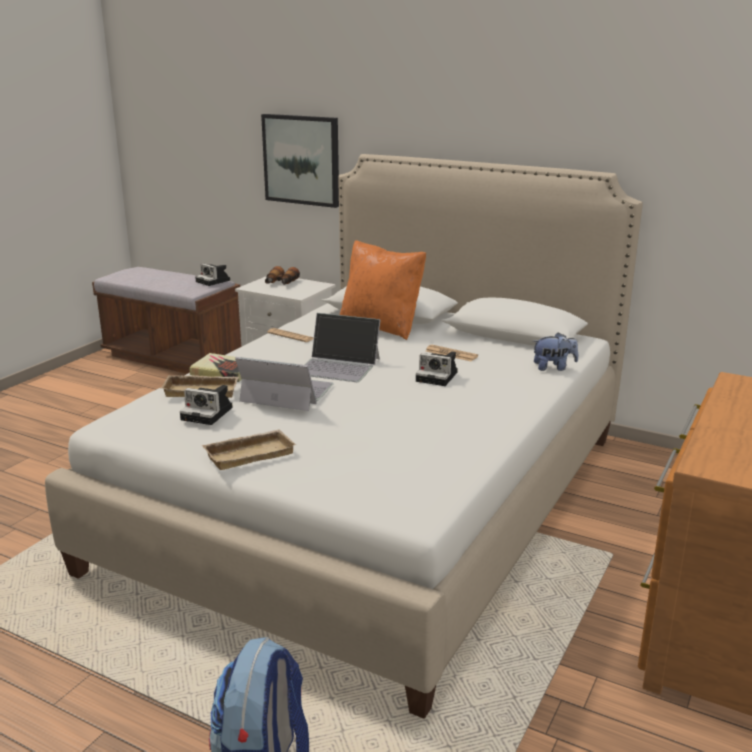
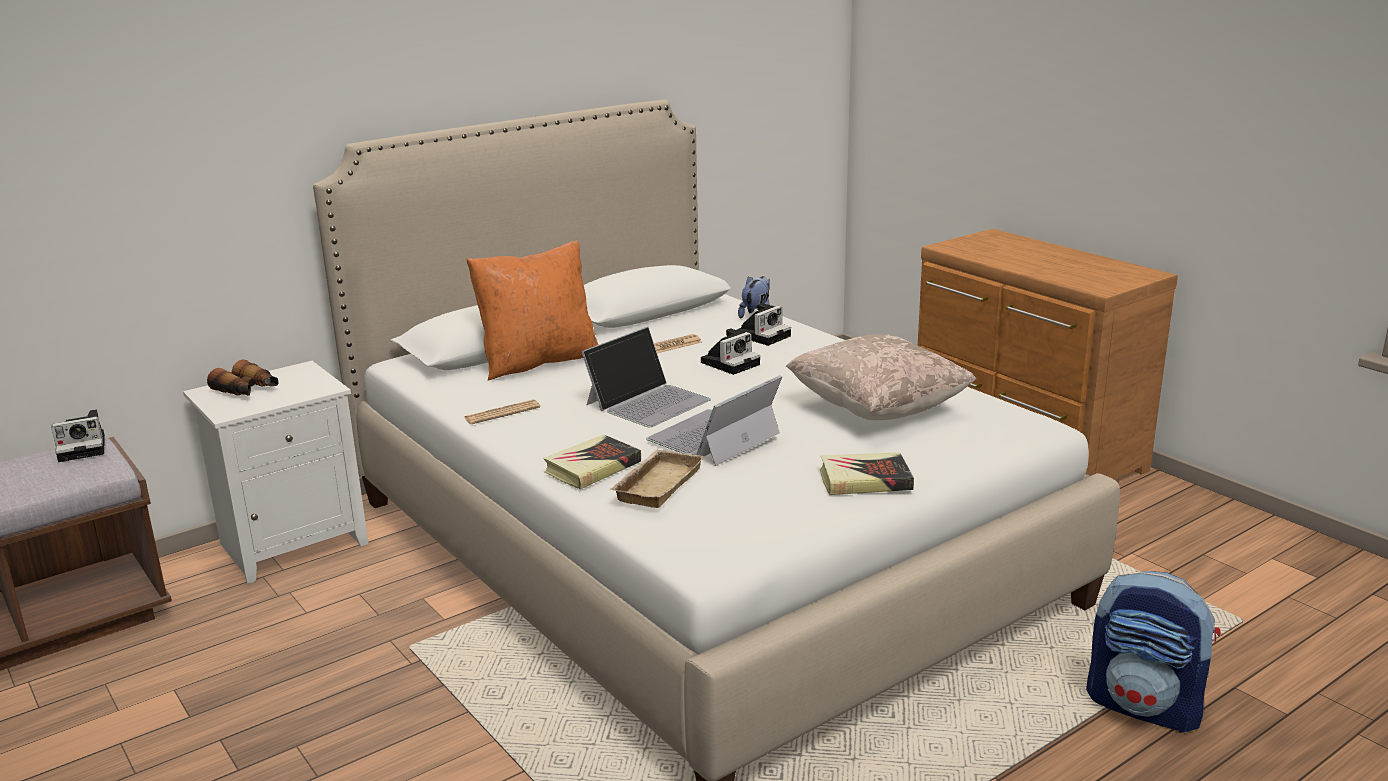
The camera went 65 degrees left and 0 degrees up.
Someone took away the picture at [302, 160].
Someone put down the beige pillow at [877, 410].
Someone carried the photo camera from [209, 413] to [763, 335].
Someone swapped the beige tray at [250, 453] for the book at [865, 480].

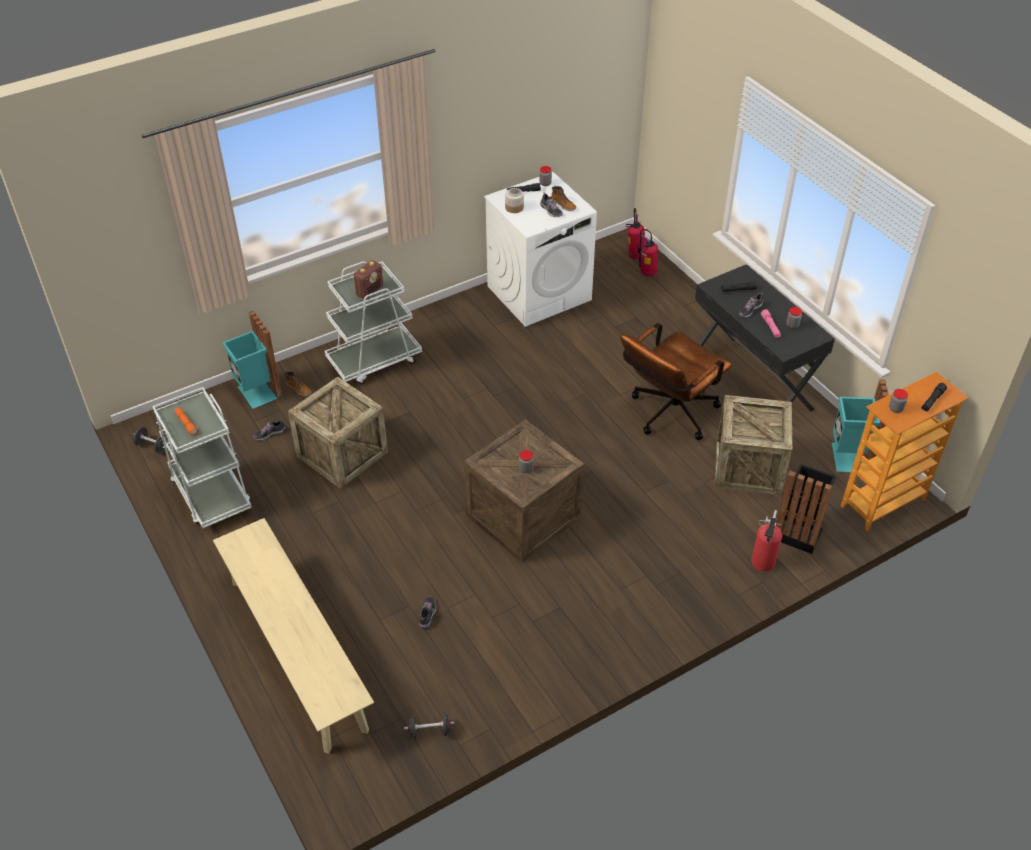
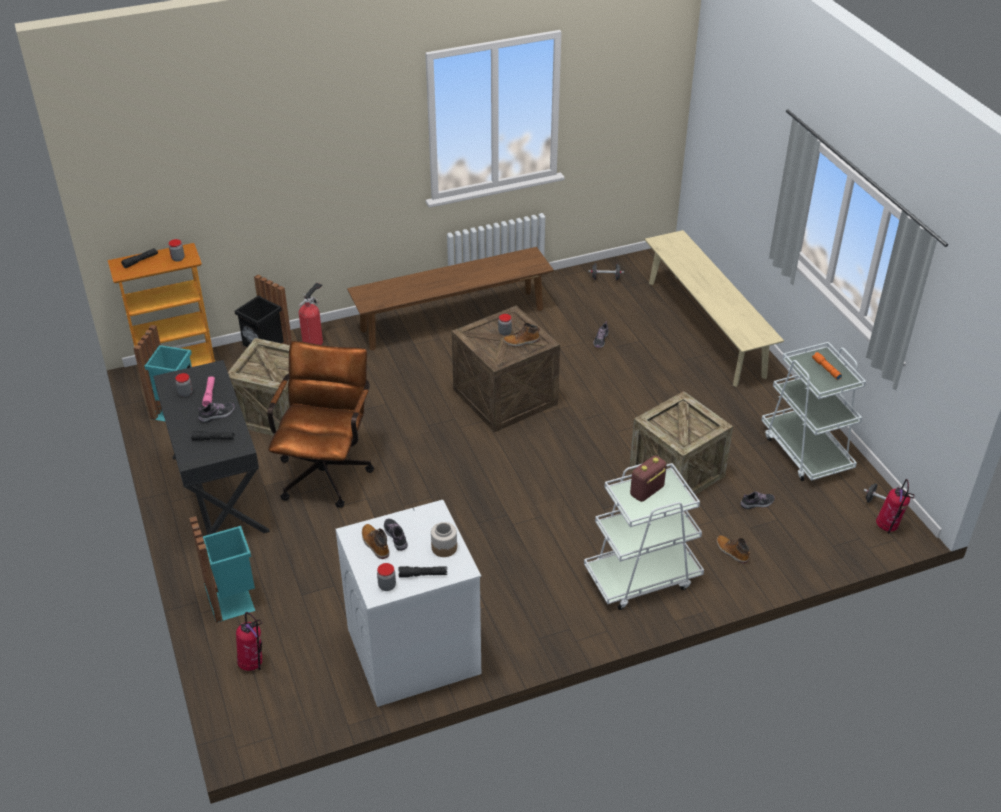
The camera went 170 degrees left and 5 degrees down.
Someone put down the brown bench at [452, 320].
Someone put down the boot at [521, 341].
Someone carried the turquoise trash can from [258, 392] to [233, 599].
Someone carried the fire extinguisher from [635, 256] to [888, 528].
Someone rotated the brown office chair at [668, 415] by 45 degrees counterclockwise.

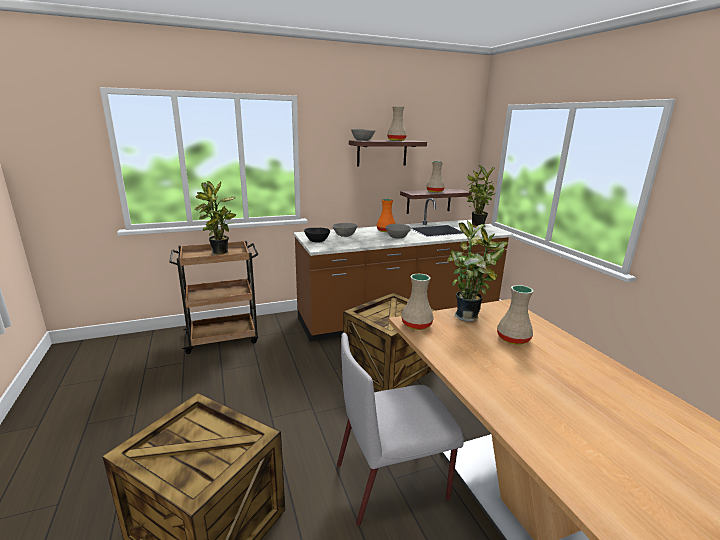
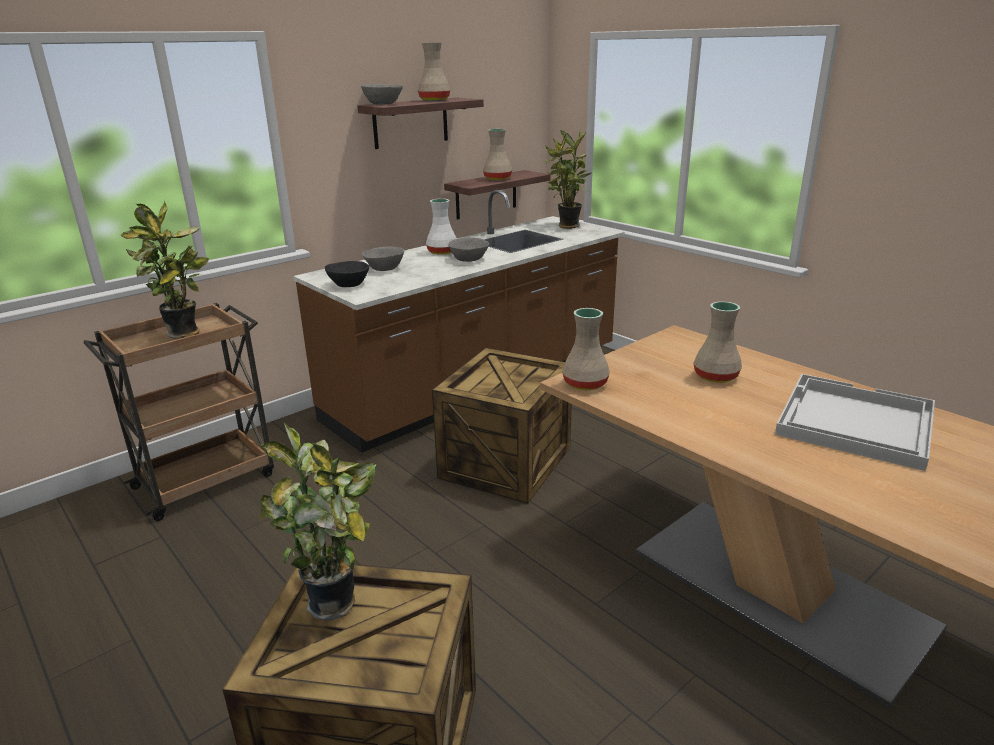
The camera went 20 degrees left and 5 degrees up.
Someone took away the grey chair at [393, 481].
Someone put down the white tray at [853, 422].
Someone carried the potted plant from [469, 317] to [338, 604].
Someone repainted the orange vase at [385, 231], which became the white vase at [441, 252].

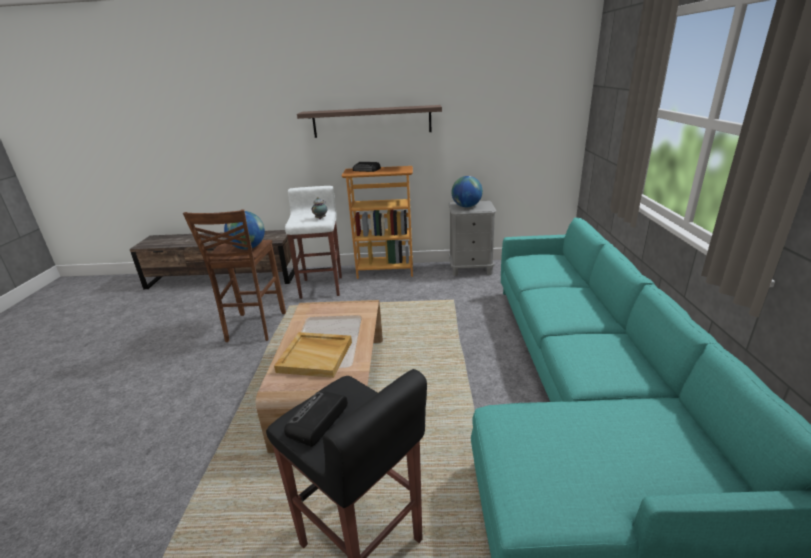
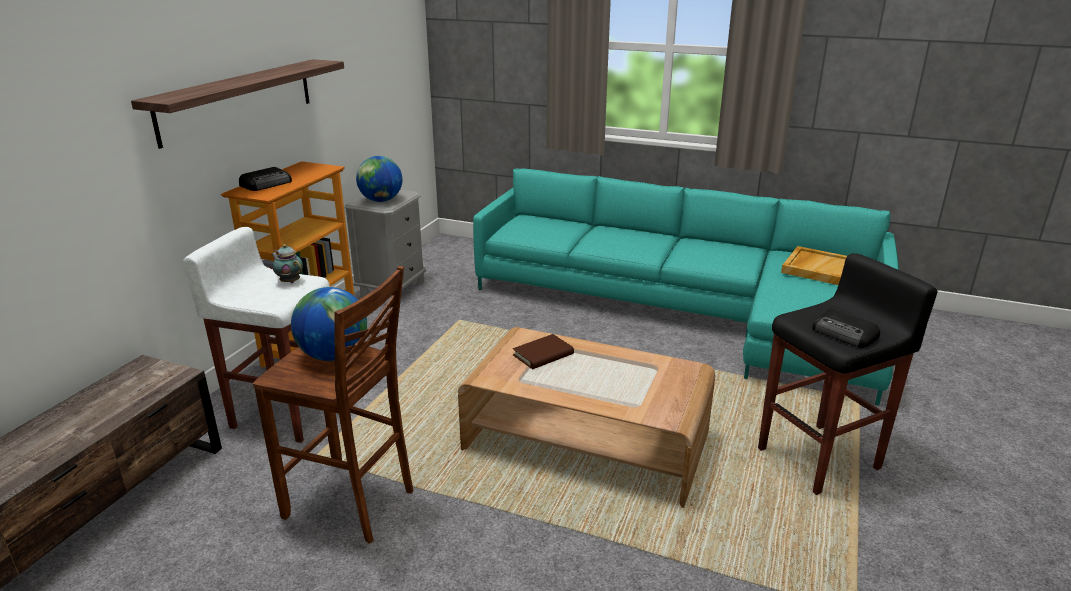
The camera went 70 degrees left and 0 degrees up.
Someone put down the brown book at [543, 355].
Someone carried the beige tray from [316, 356] to [817, 268].

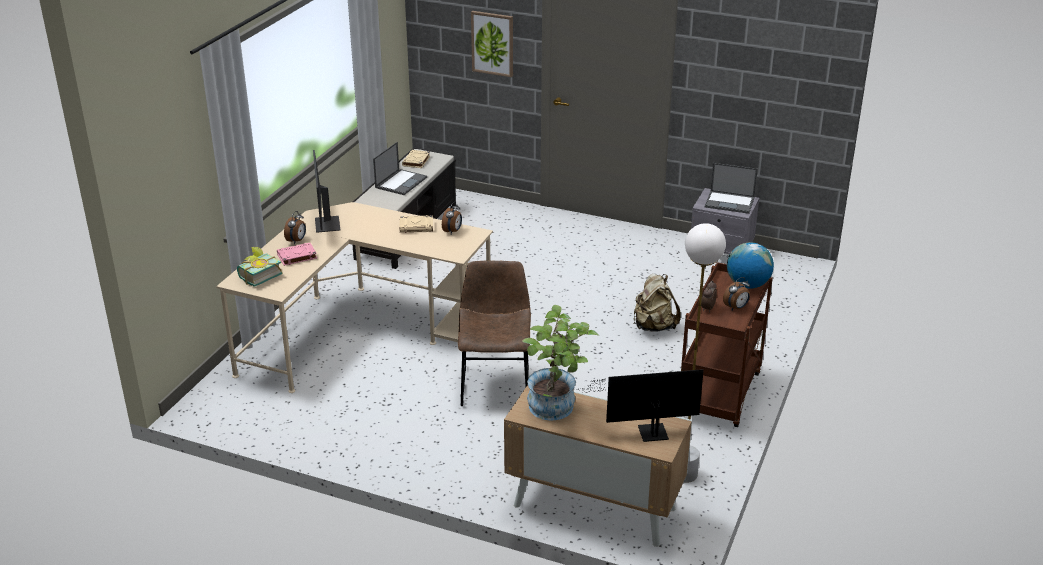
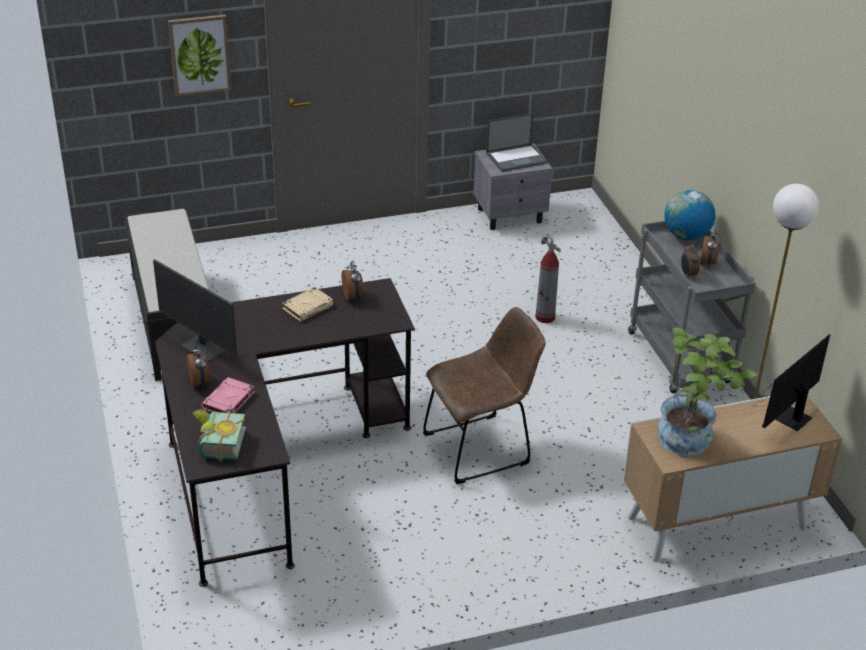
The camera went 40 degrees left and 5 degrees up.
Someone took away the laptop at [401, 182].
Someone took away the beige book at [416, 161].
Someone swapped the beige backpack at [654, 326] for the fire extinguisher at [545, 317].
Someone repainted the beige desk at [358, 330], which became the black desk at [270, 460].
Someone repainted the brown cart at [720, 396], which became the grey cart at [681, 360].
Someone rotated the brown chair at [495, 383] by 105 degrees clockwise.

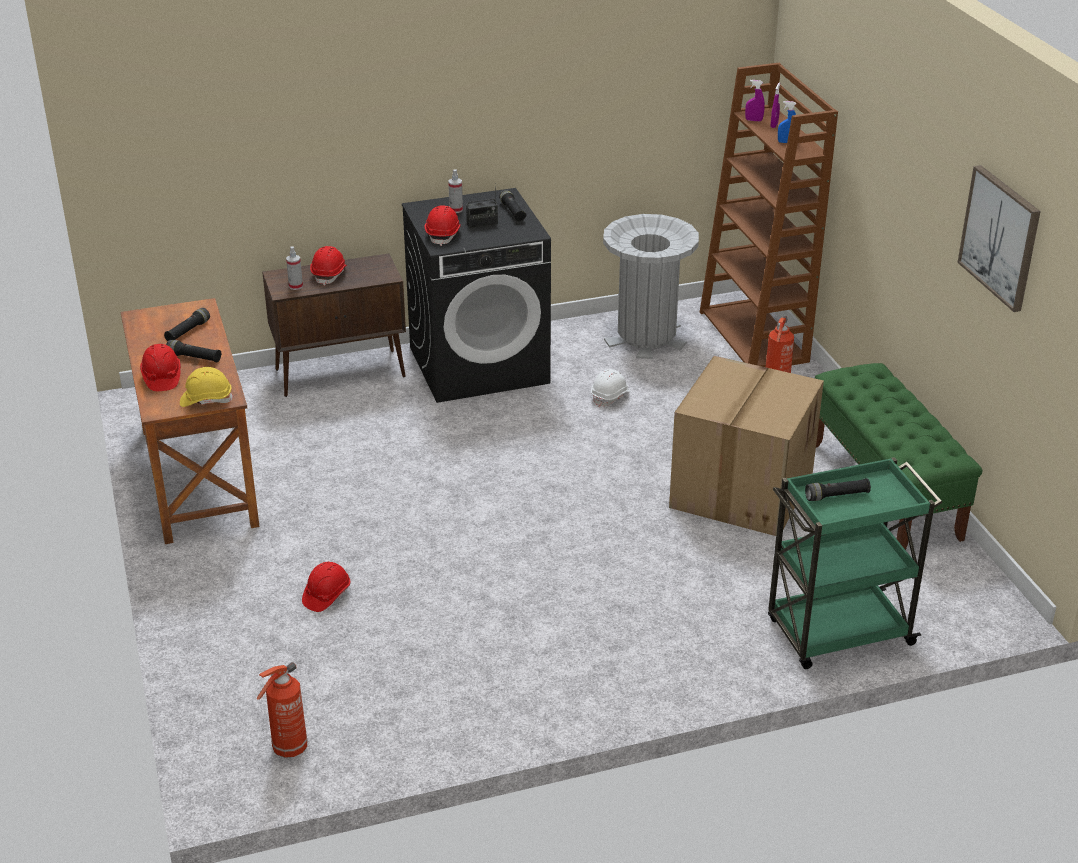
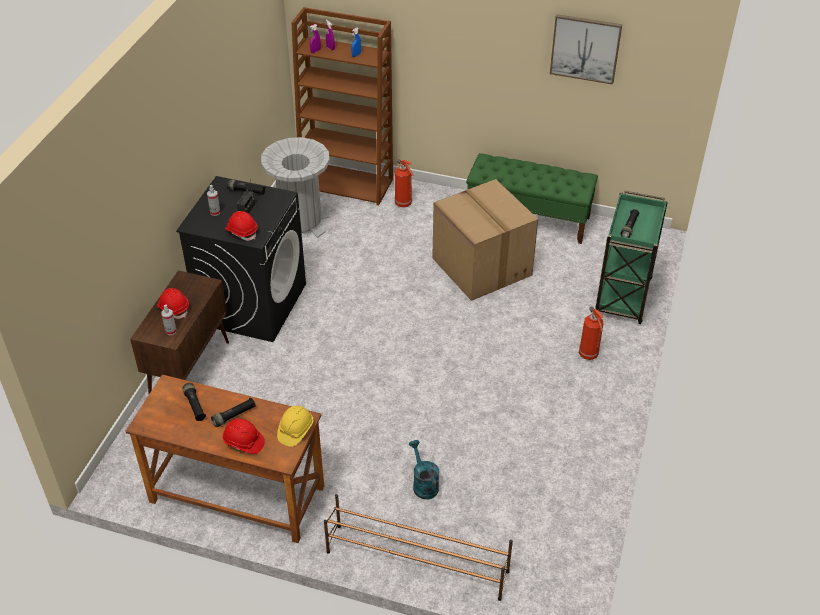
The camera went 55 degrees left and 10 degrees up.
Someone took away the white hard hat at [610, 396].
Someone put down the brown shoe rack at [416, 561].
Someone carried the fire extinguisher from [288, 749] to [589, 355].
Someone swapped the red hard hat at [326, 595] for the turquoise watering can at [423, 484].

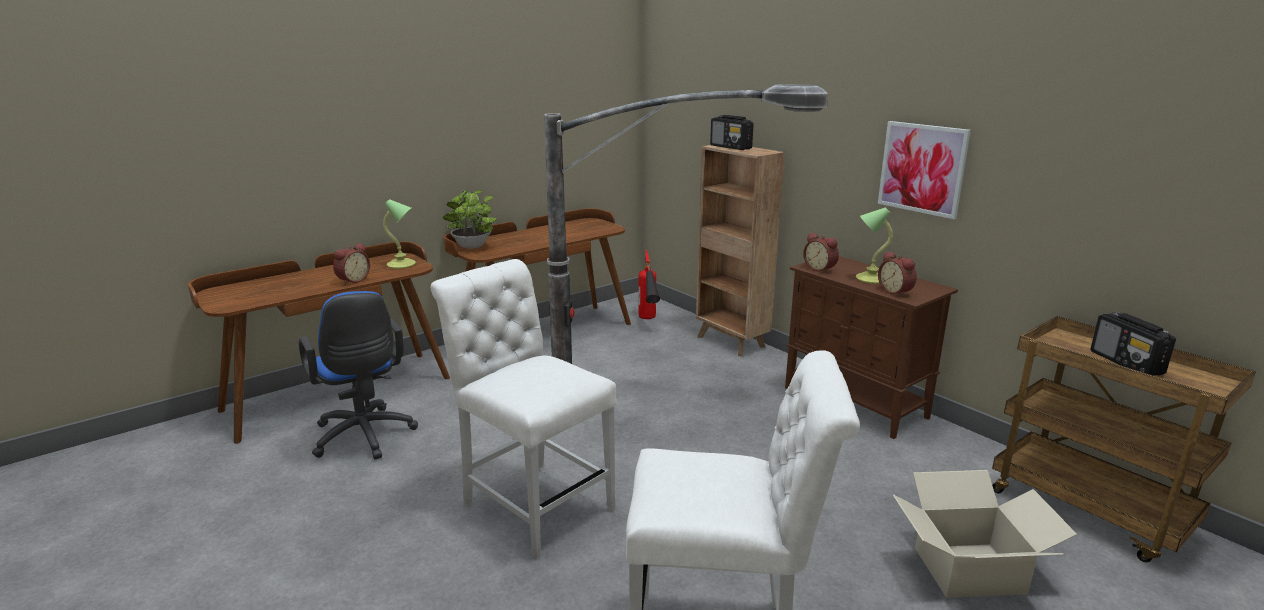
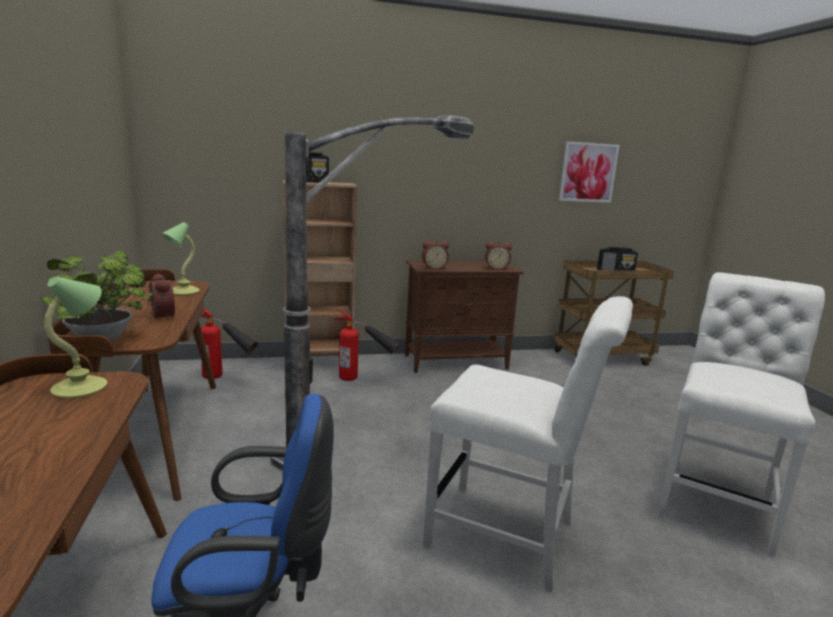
The camera went 65 degrees left and 5 degrees down.
Someone took away the cardboard box at [970, 571].
Someone put down the fire extinguisher at [364, 380].
Someone carried the alarm clock from [352, 280] to [160, 316].
Someone carried the table lamp from [870, 279] to [182, 292].
Someone carried the picture from [922, 168] to [588, 172].
Someone rotated the white chair at [533, 502] by 135 degrees counterclockwise.

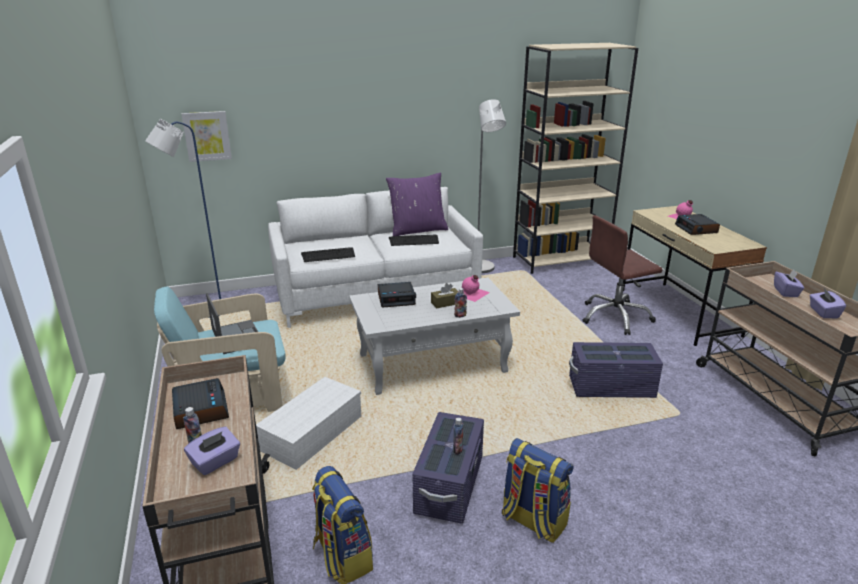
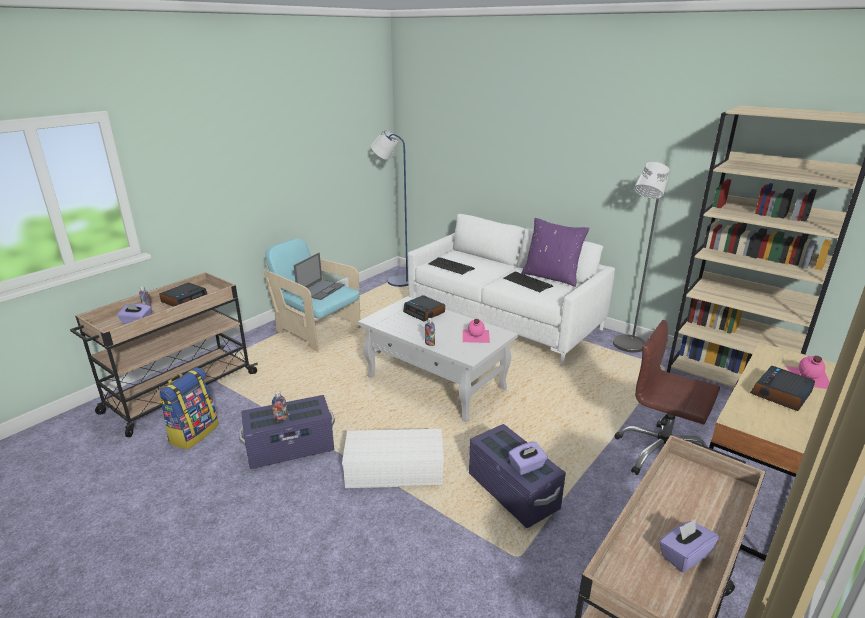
The camera went 55 degrees right and 0 degrees up.
Someone took away the picture at [207, 136].
Someone took away the brown tissue box at [445, 303].
Someone took away the backpack at [532, 521].
Someone carried the white storage box from [312, 432] to [396, 469].
Someone carried the purple tissue box from [786, 292] to [527, 466].

